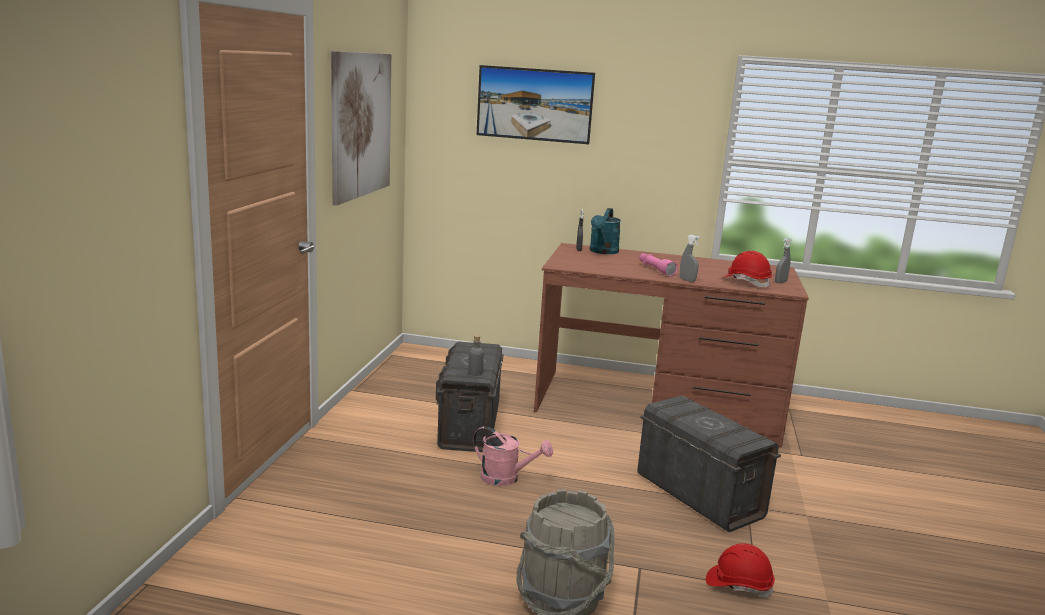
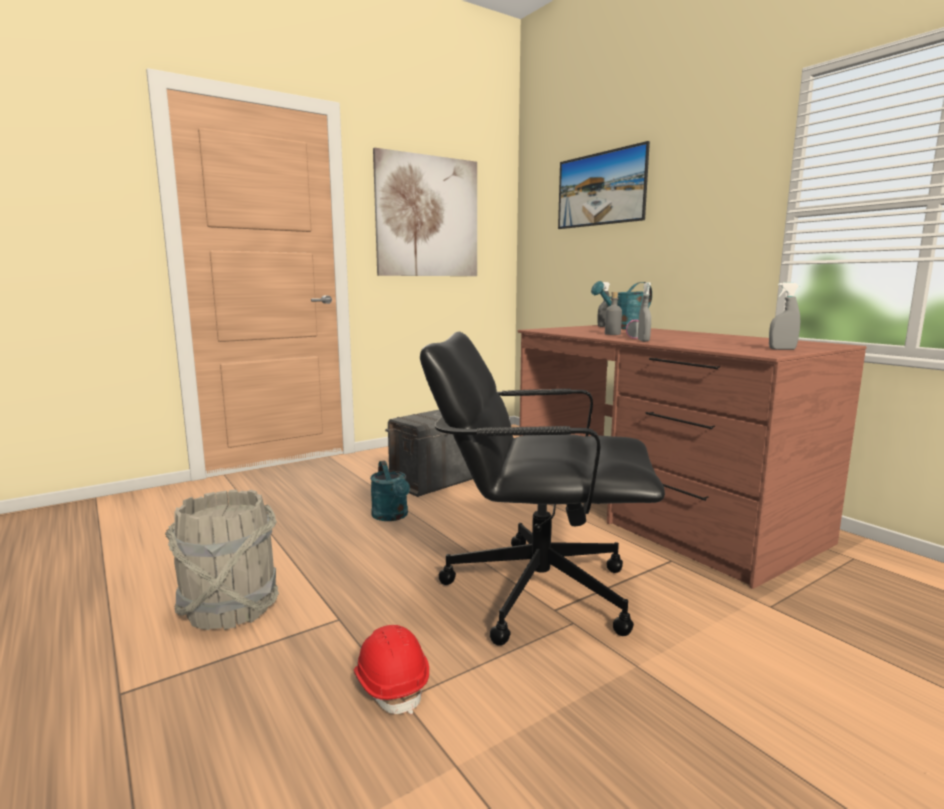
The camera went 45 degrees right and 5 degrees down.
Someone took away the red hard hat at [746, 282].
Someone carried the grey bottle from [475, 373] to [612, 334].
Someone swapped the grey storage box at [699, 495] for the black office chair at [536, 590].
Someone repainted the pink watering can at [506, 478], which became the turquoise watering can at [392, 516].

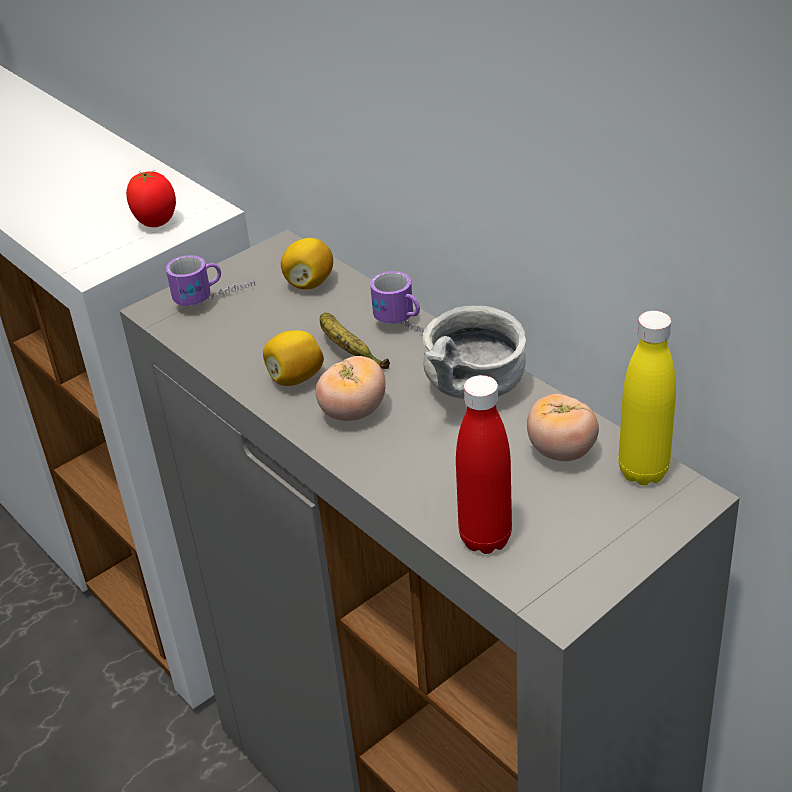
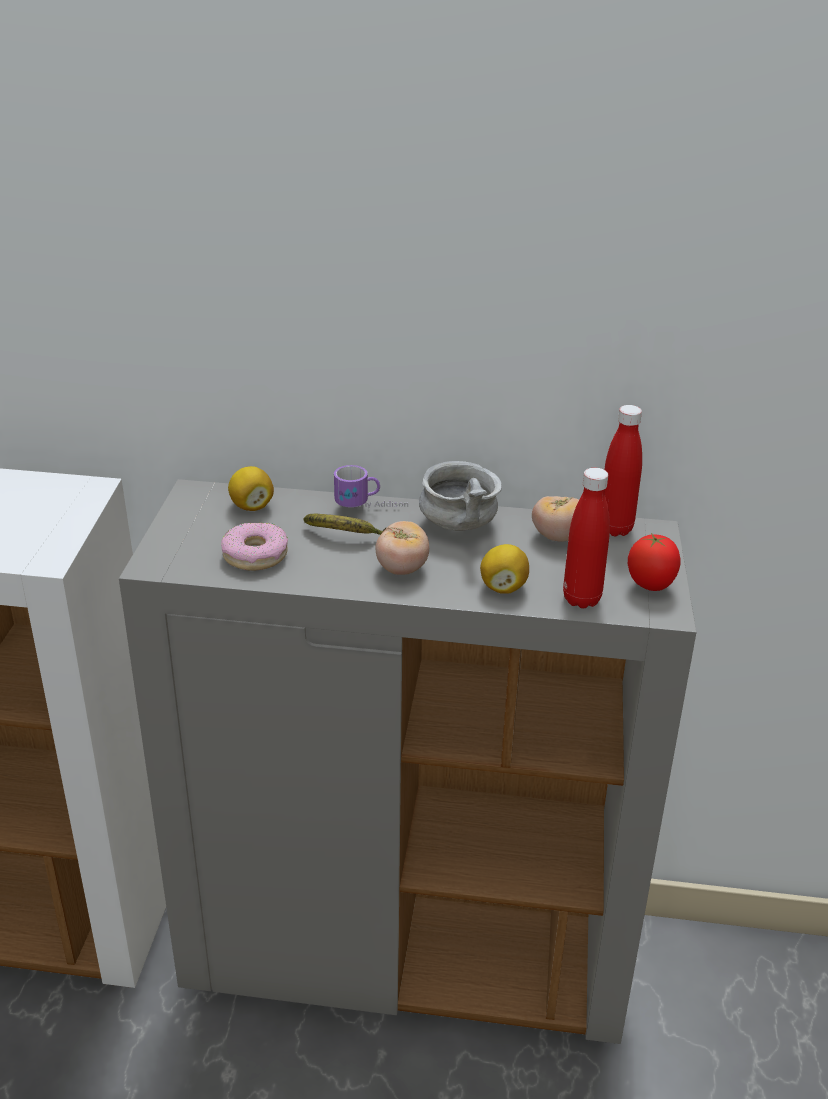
The camera went 45 degrees left and 5 degrees down.
Someone took away the mug at [215, 299].
Someone put down the donut at [255, 555].
Someone carried the tomato from [156, 223] to [650, 586].
Someone carried the lemon from [295, 378] to [503, 587].
Someone repainted the yellow bottle at [643, 471], which became the red bottle at [615, 529].

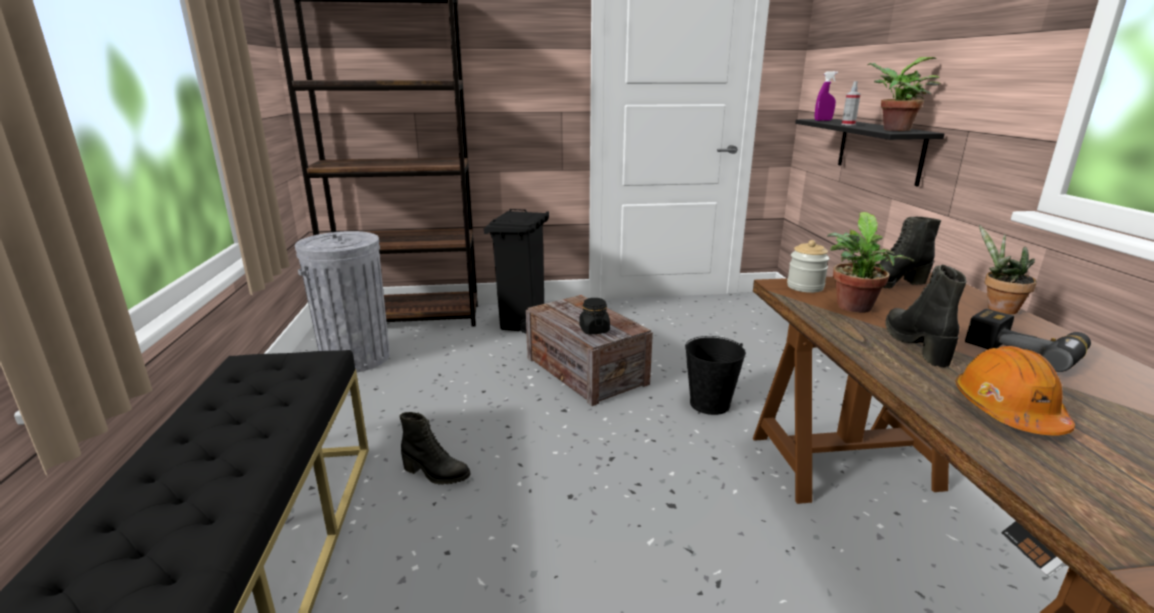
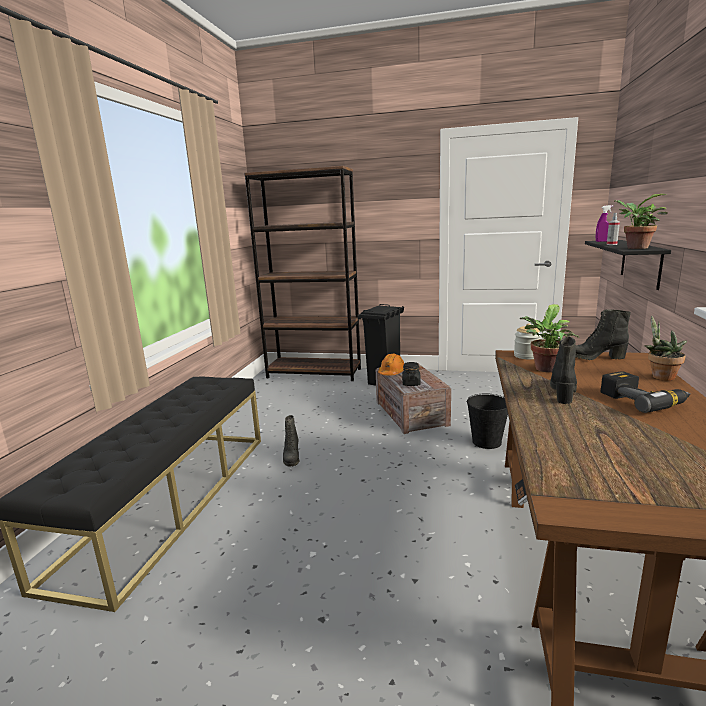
The camera went 20 degrees right and 5 degrees down.
Someone took away the grey trash can at [356, 358].
Someone carried the orange hard hat from [1007, 411] to [392, 372].
Someone rotated the black boot at [435, 474] by 45 degrees clockwise.

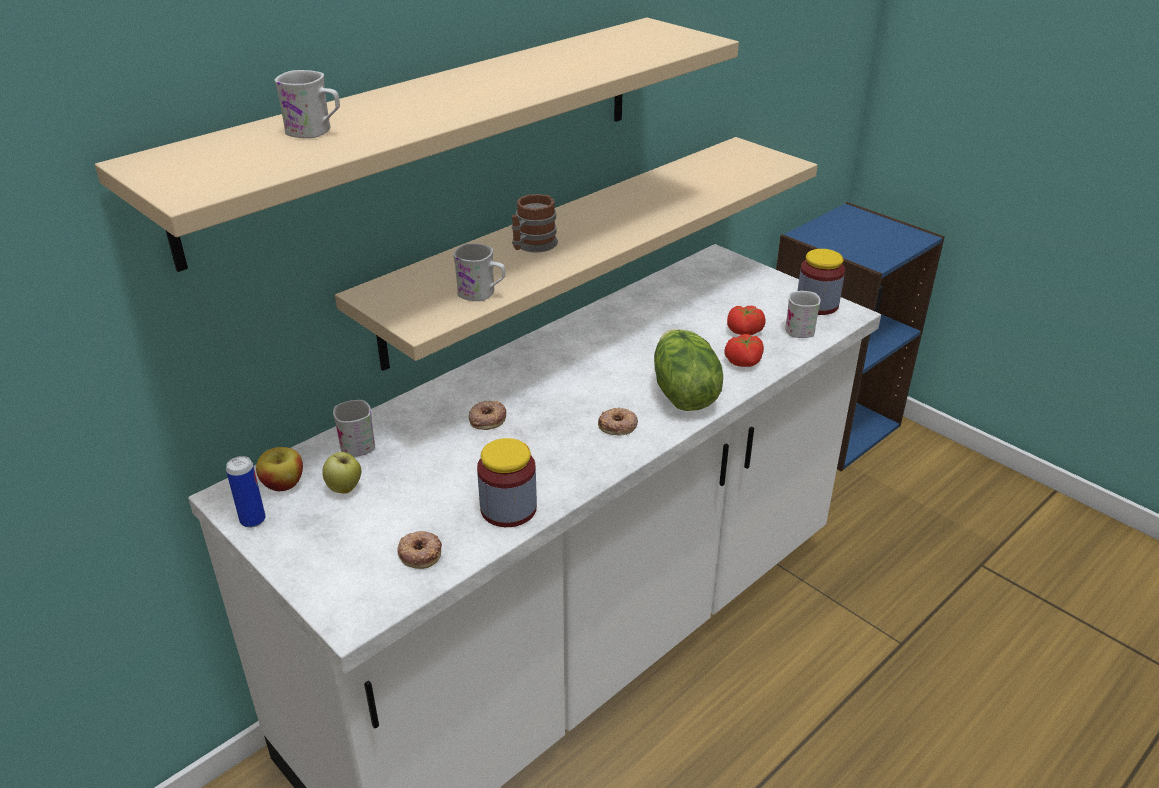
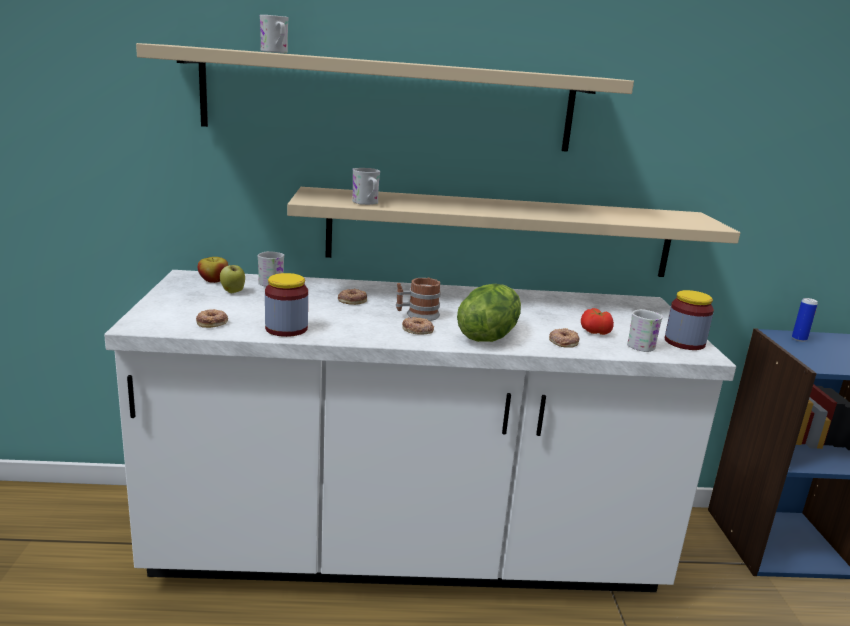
The camera went 40 degrees right and 15 degrees down.
Someone carried the can from [253, 520] to [799, 339].
Someone carried the mug from [532, 246] to [417, 315].
Someone swapped the tomato at [744, 362] for the donut at [563, 341].

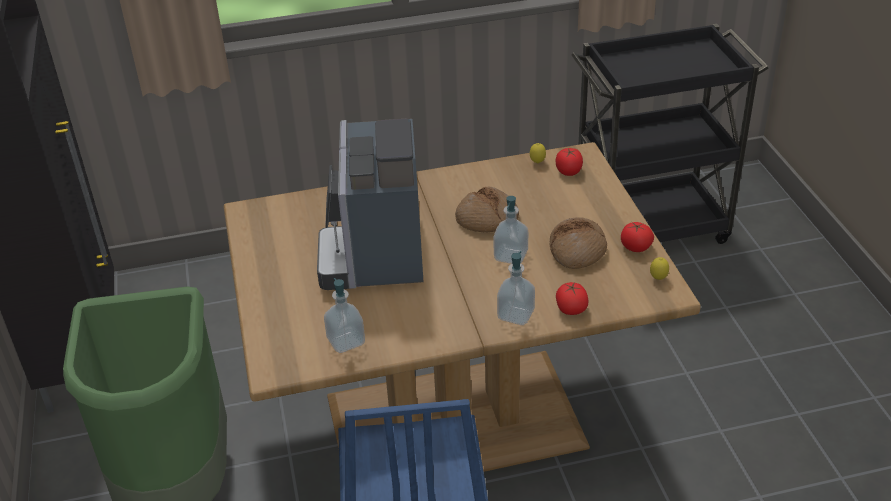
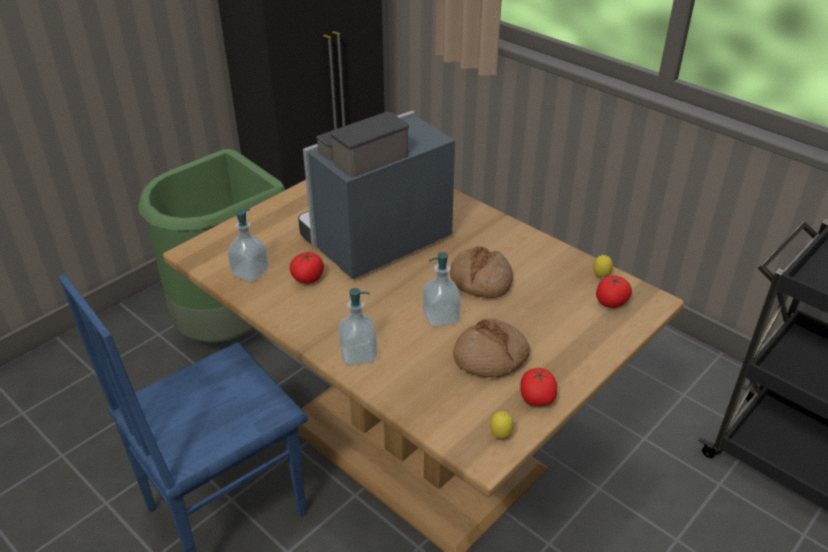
The camera went 55 degrees right and 0 degrees up.
Someone carried the tomato from [571, 309] to [308, 278].

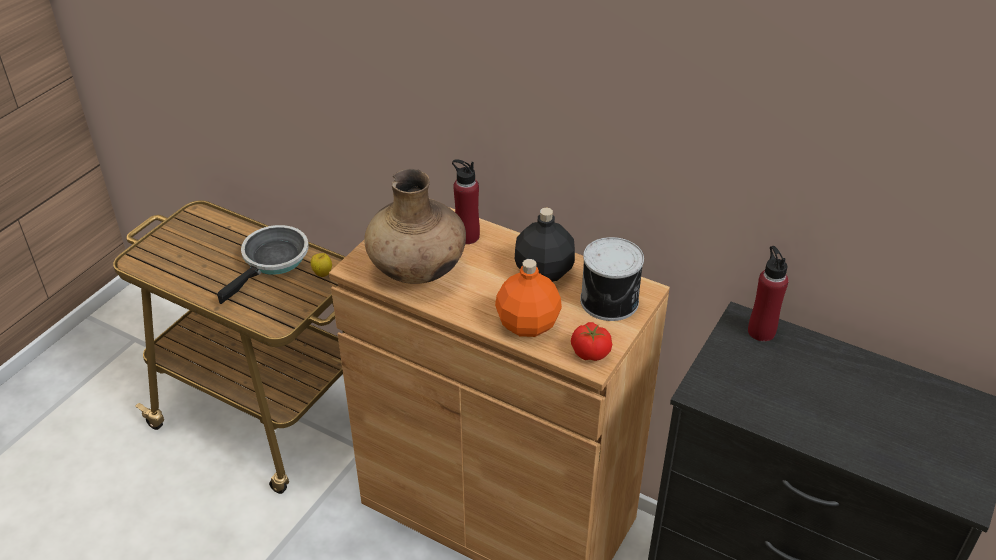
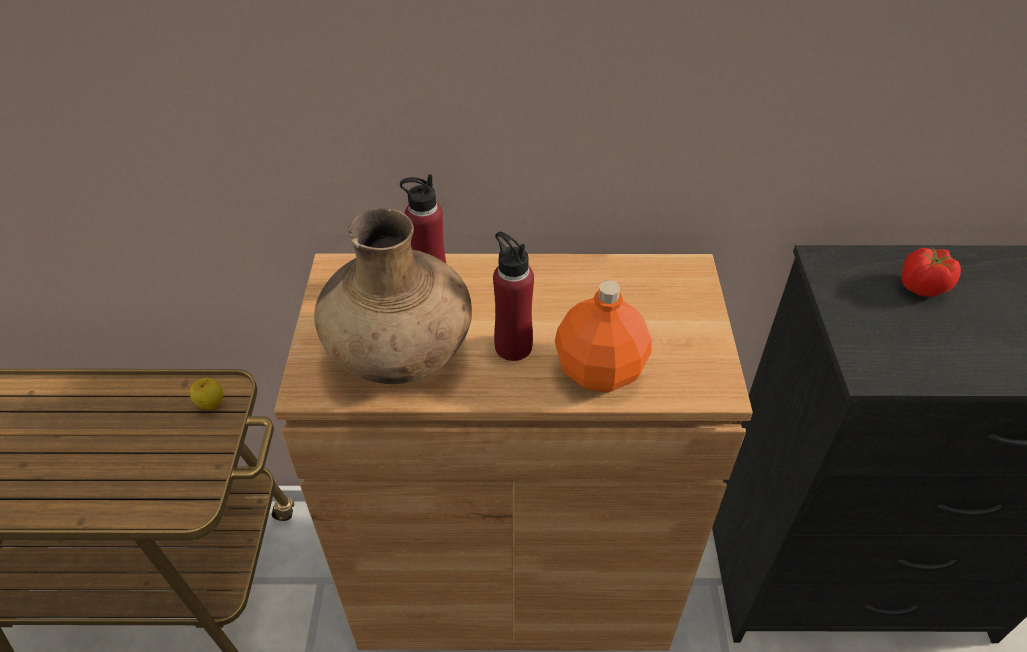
The camera went 30 degrees left and 5 degrees up.
Someone took away the frying pan at [273, 261].
Someone took away the black bottle at [544, 272].
Someone took away the can at [611, 301].
Someone carried the tomato from [590, 353] to [921, 287].
Someone carried the red bottle from [761, 331] to [513, 346].

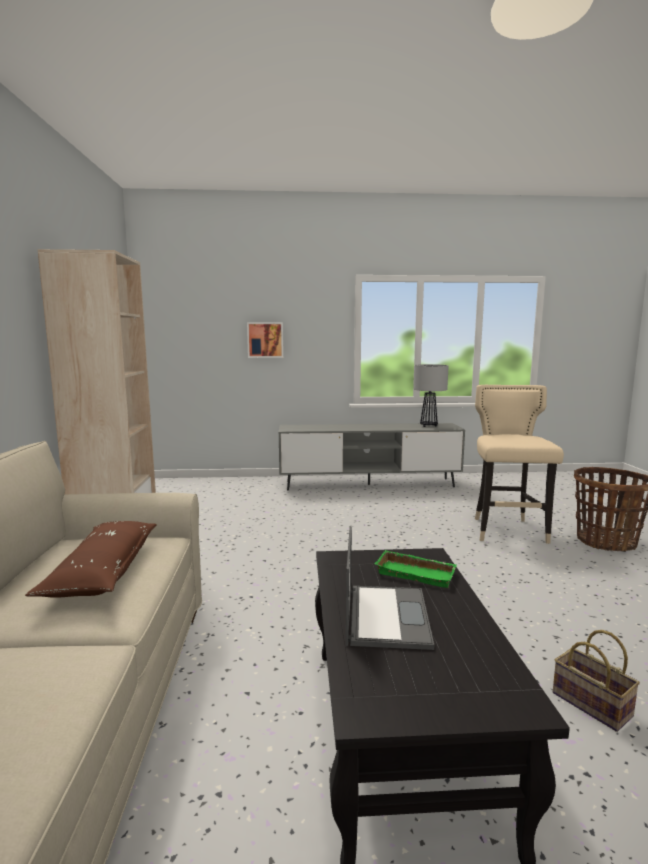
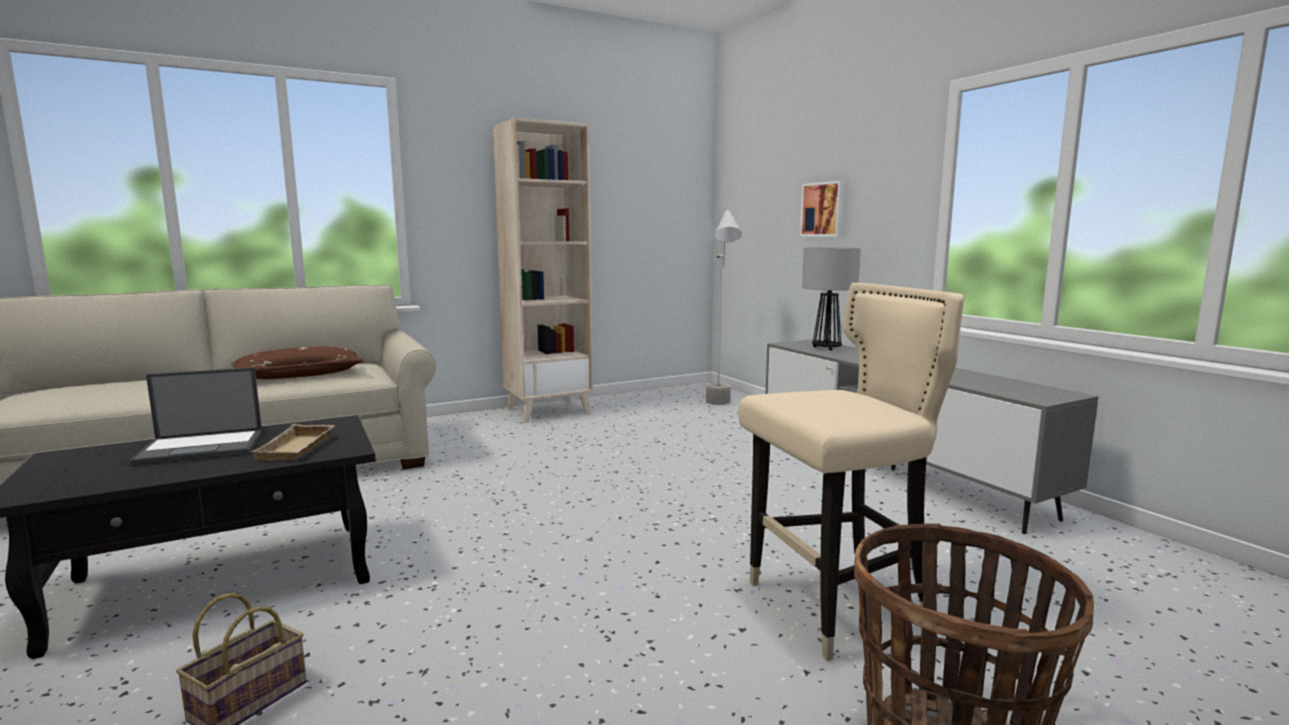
The camera went 65 degrees right and 0 degrees up.
Someone put down the grey floor lamp at [720, 407].
Someone carried the table lamp from [428, 426] to [826, 348].
Someone repainted the green tray at [417, 573], which became the beige tray at [298, 449].

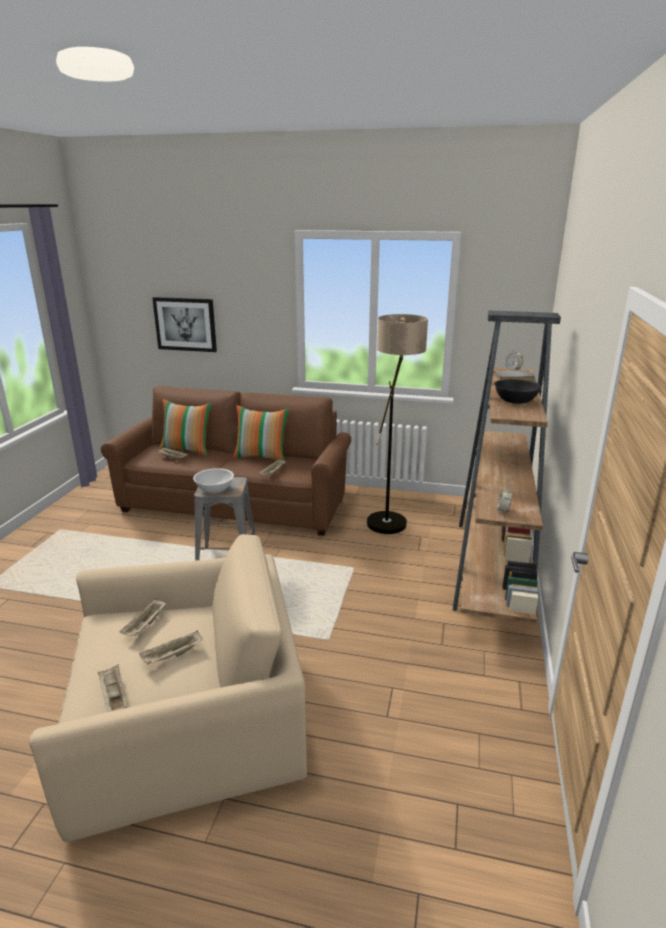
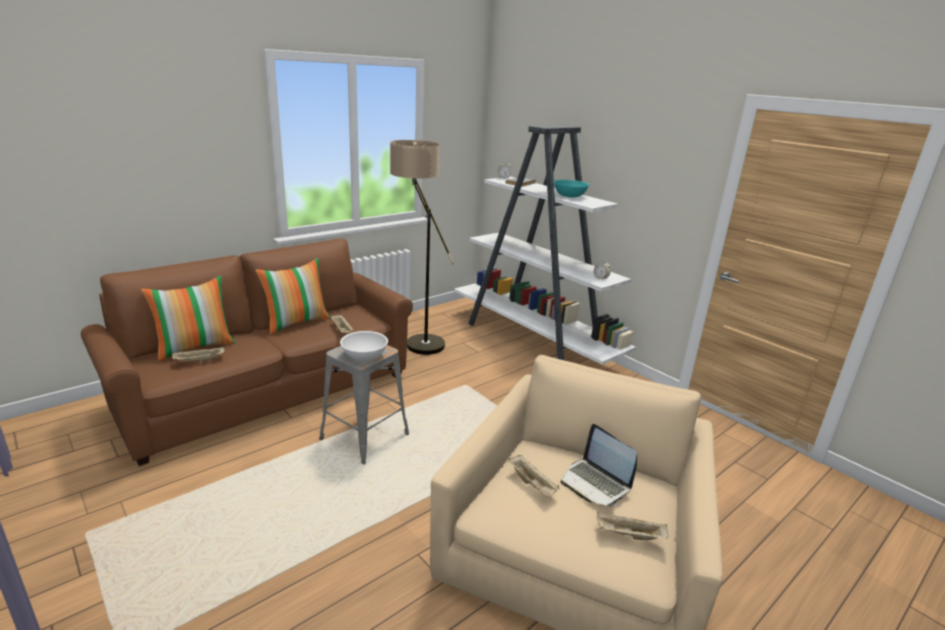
The camera went 55 degrees left and 0 degrees up.
Someone took away the picture at [185, 324].
Someone swapped the beige tray at [172, 656] for the laptop at [595, 483].
Someone repainted the brown bookcase at [492, 568], which became the white bookcase at [534, 341].
Someone repainted the black bowl at [515, 401], which became the turquoise bowl at [570, 196].

